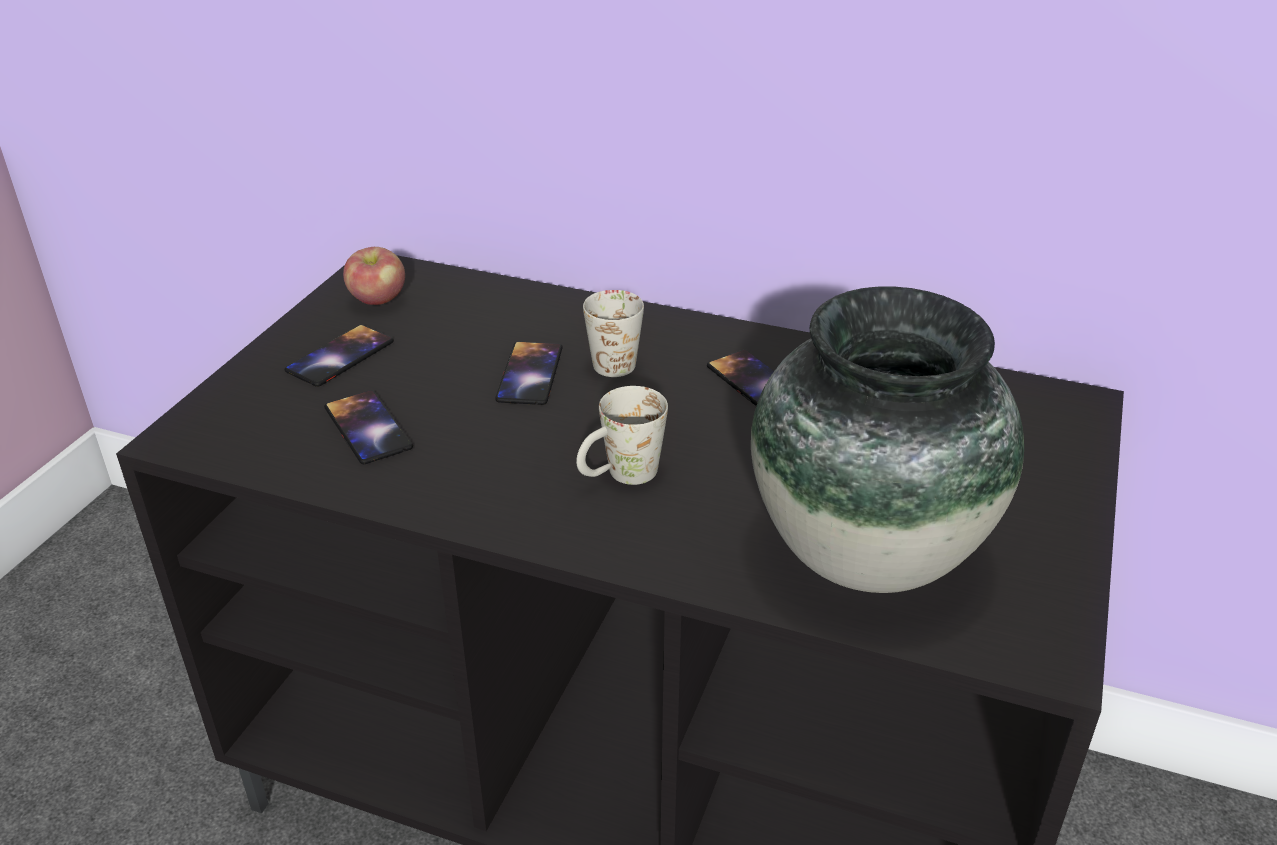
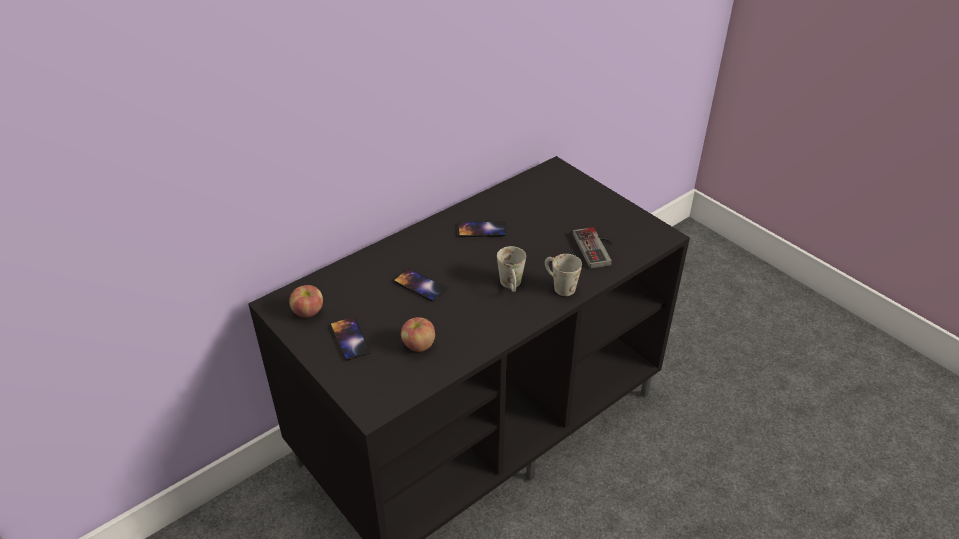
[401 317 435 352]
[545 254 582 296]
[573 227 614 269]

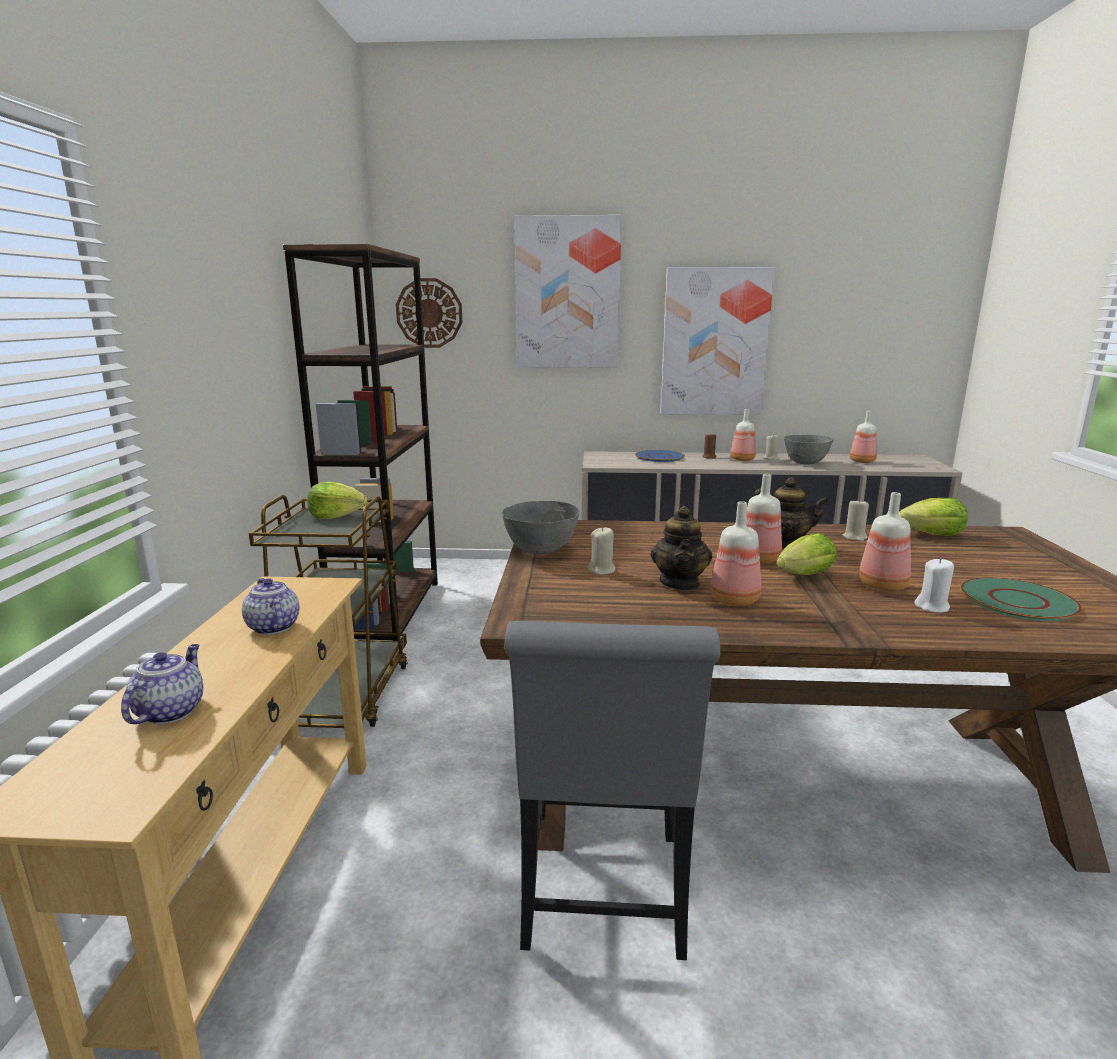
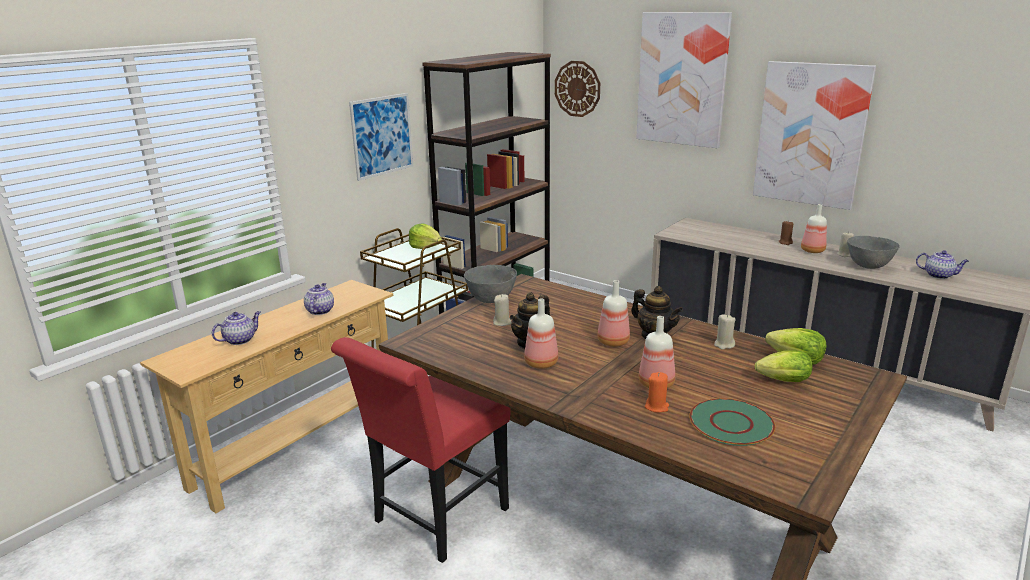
[331 337 511 563]
[349 93 413 181]
[645 372 669 413]
[755 351 813 382]
[916 251 969 279]
[635 450 685 462] (first image)

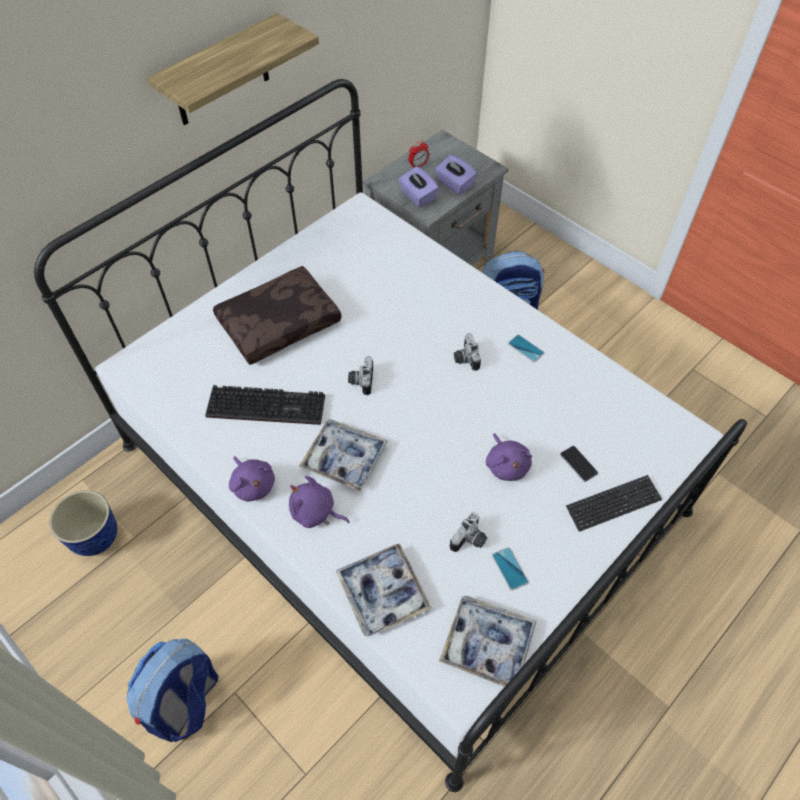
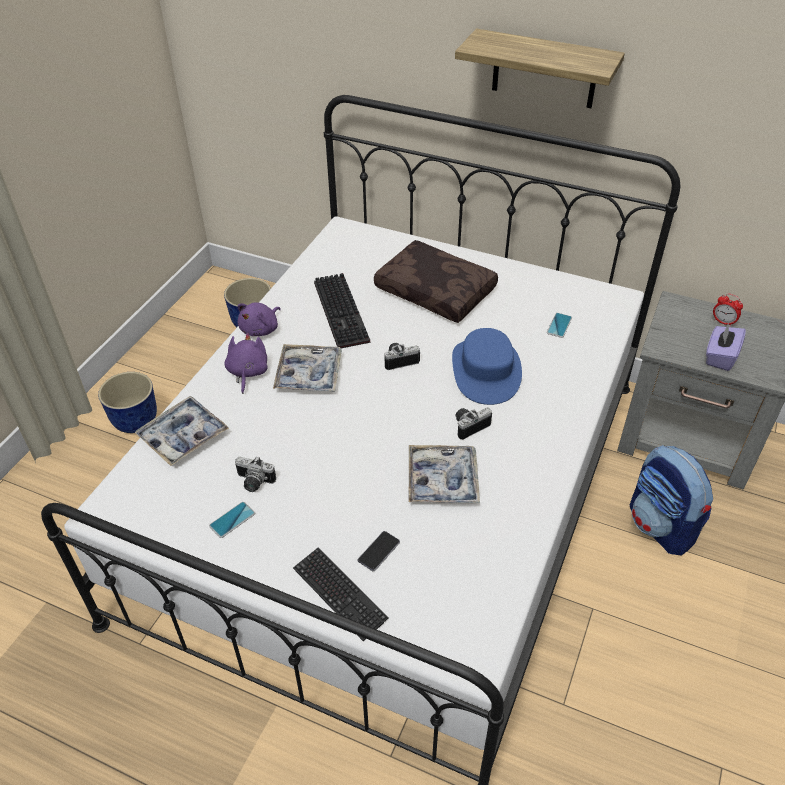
[98 372 157 433]
[409 445 480 503]
[452 328 522 405]
[547 313 572 338]
[398 166 439 208] (first image)
[486 433 532 481] (first image)

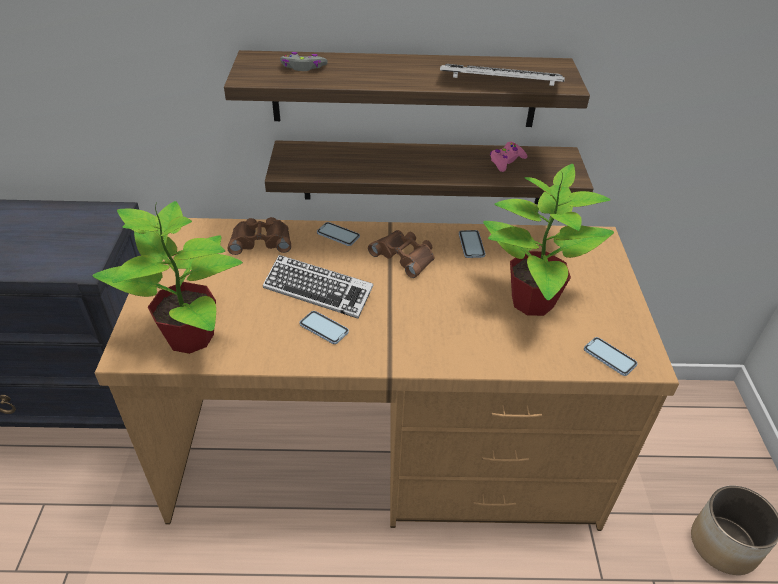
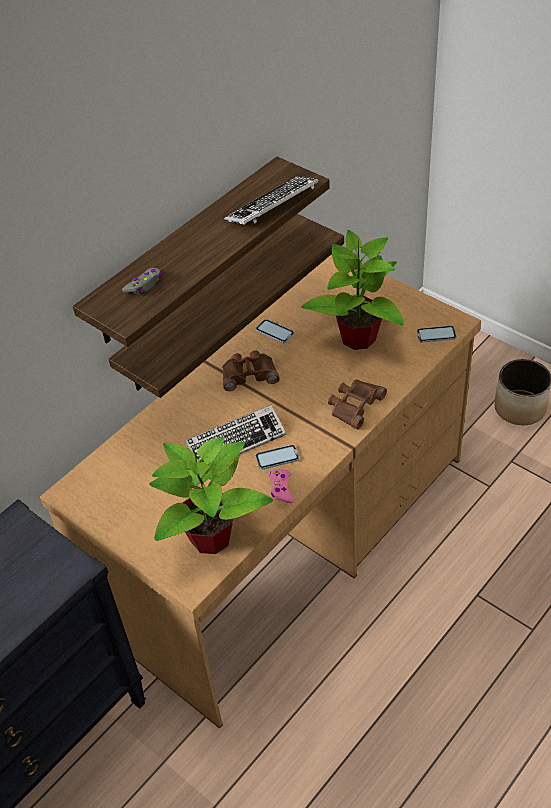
[270 469 294 503]
[328 379 387 429]
[317 222 360 246] (first image)

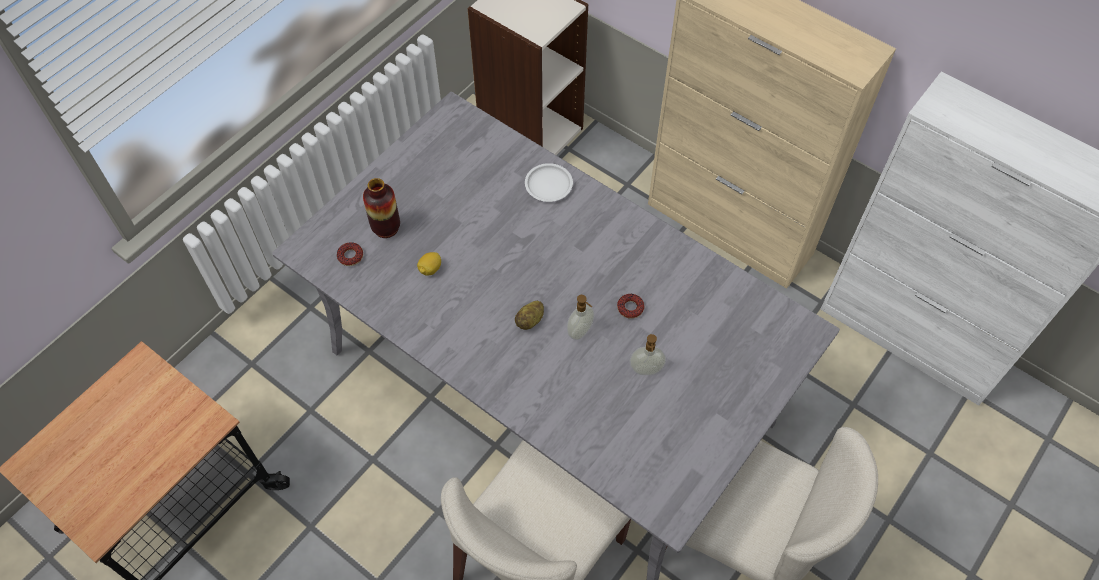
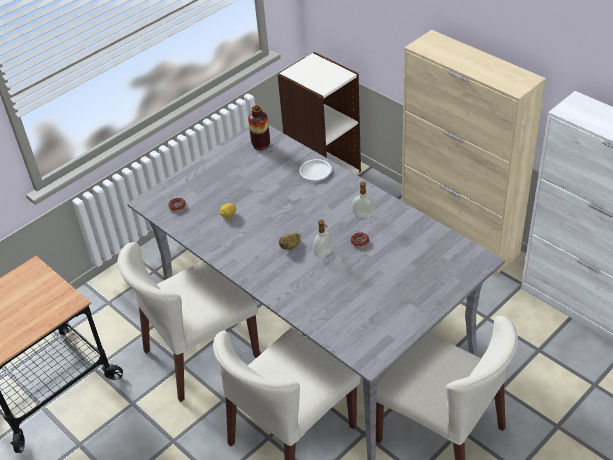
[118 242 260 402]
[248 105 270 150]
[352 182 375 218]

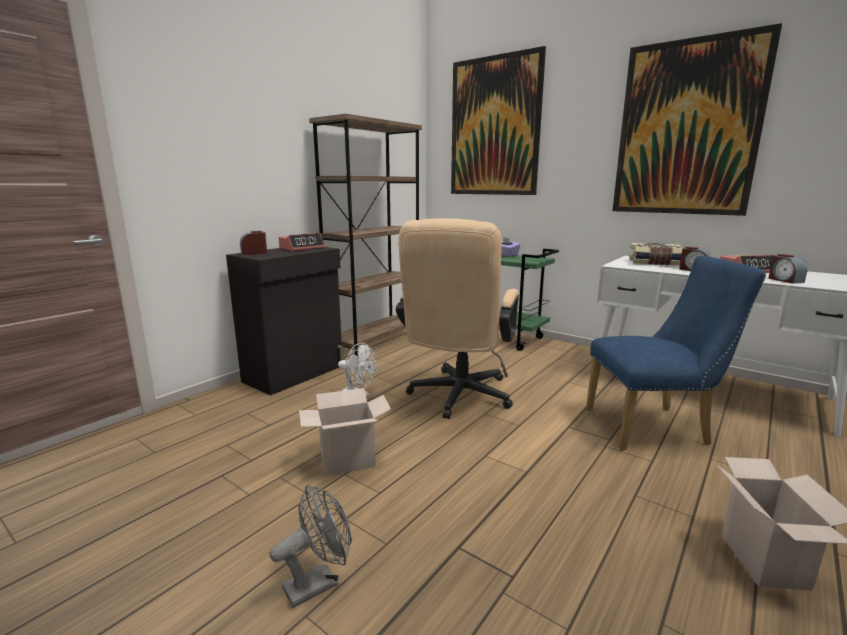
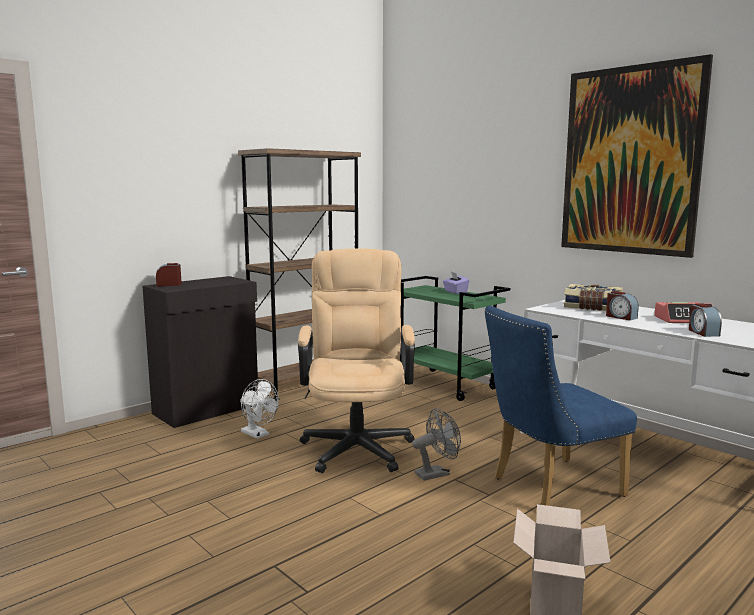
[298 248 415 473]
[412 408 461 481]
[484 306 637 506]
[279 233 325 251] (first image)
[299 388 391 476] (first image)
[451 46 546 195] (first image)

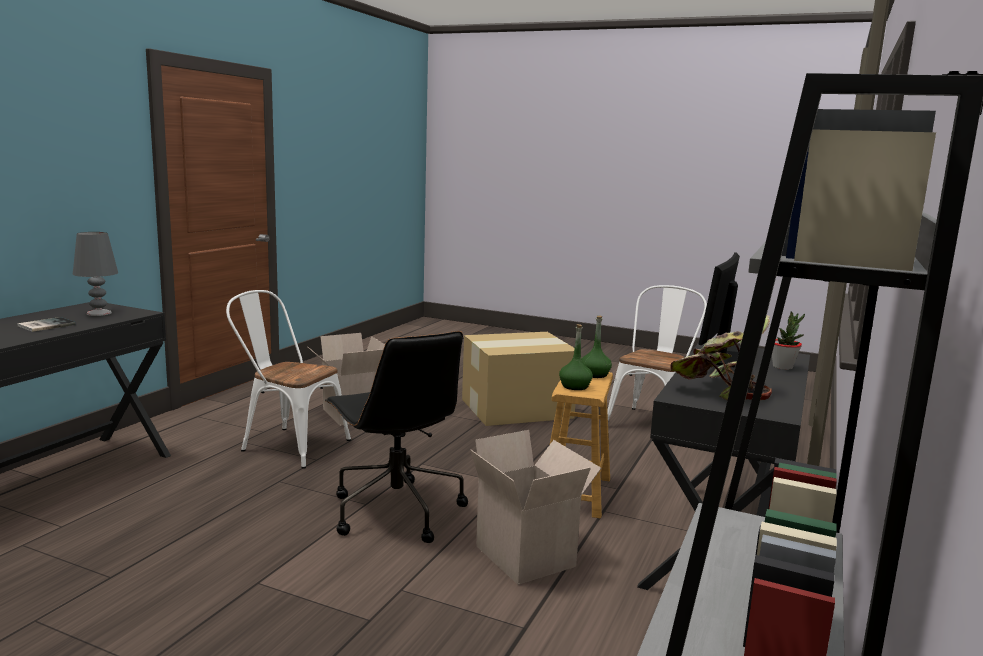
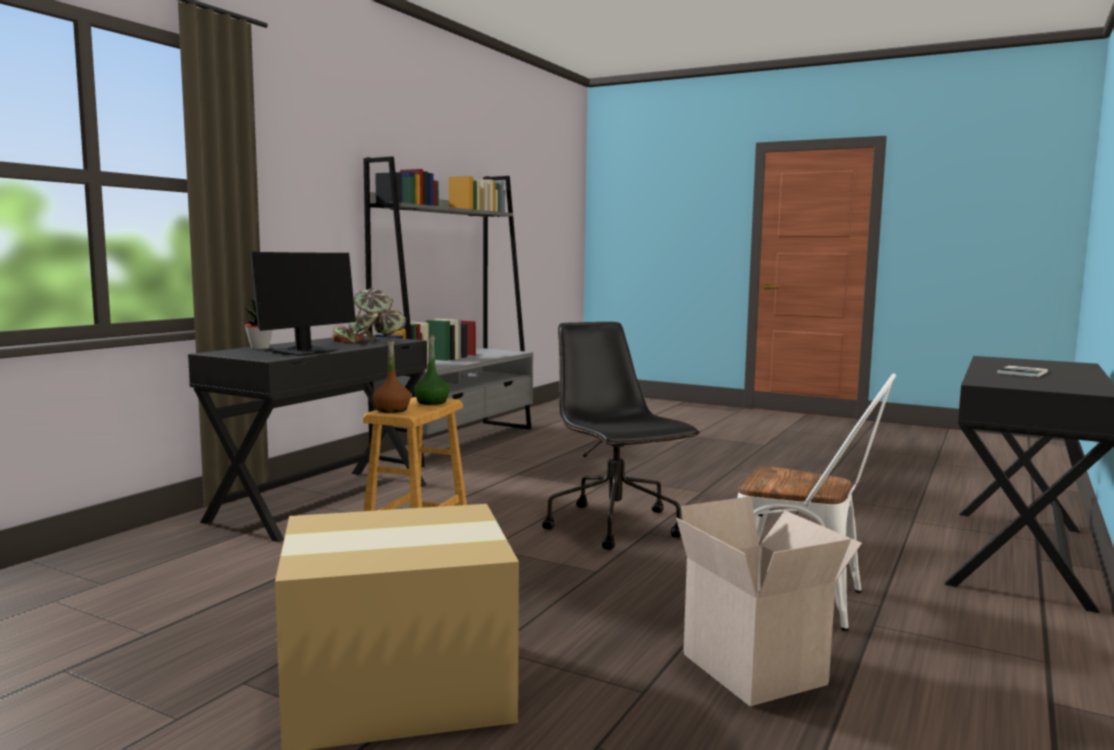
[372 339 411 413]
[73 232 118 316] (first image)
[471 430 601 585] (first image)
[607 285 707 421] (first image)

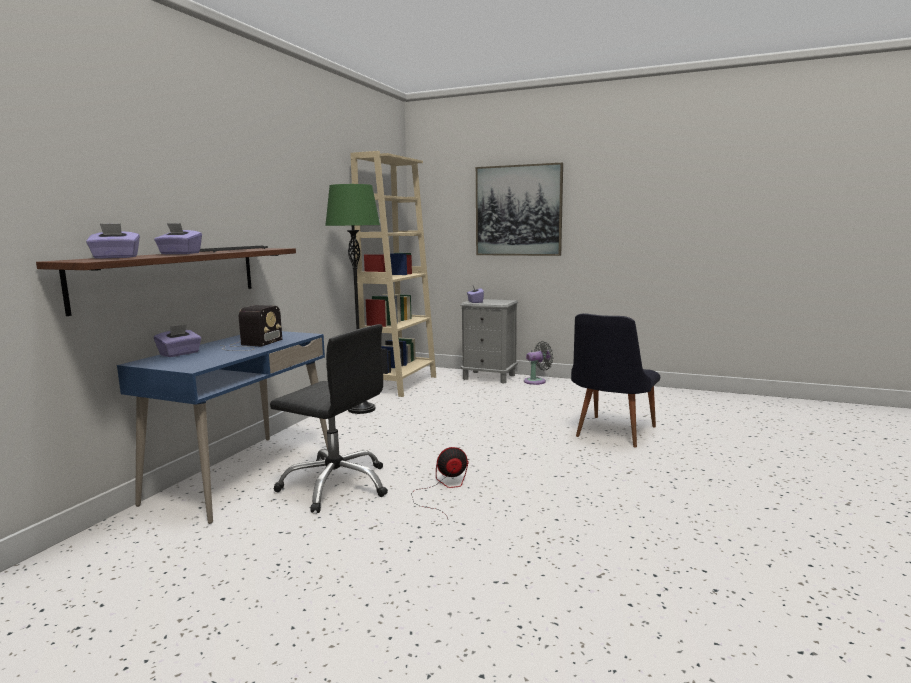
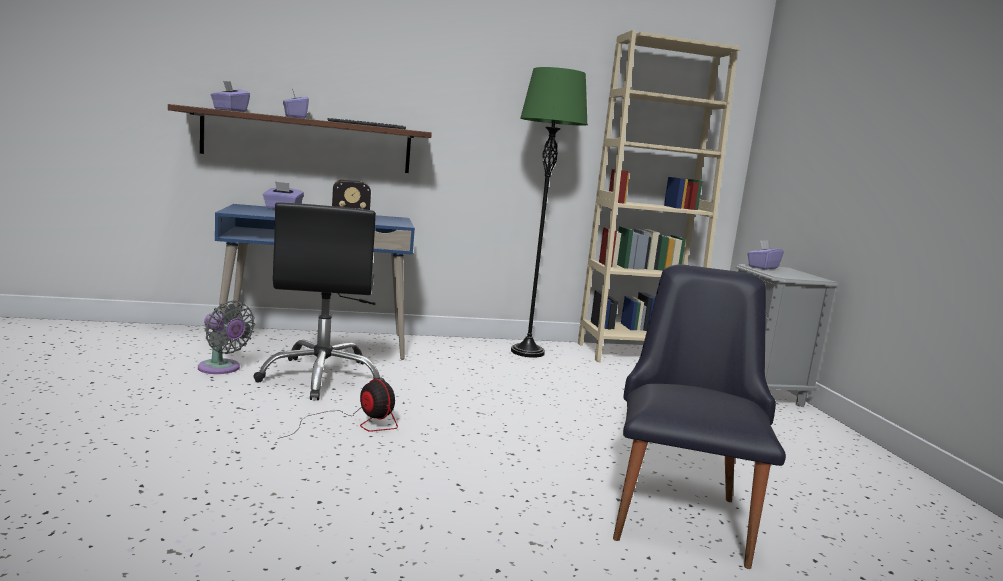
[198 300 255 374]
[613 264 786 569]
[476 163 563 256] (first image)

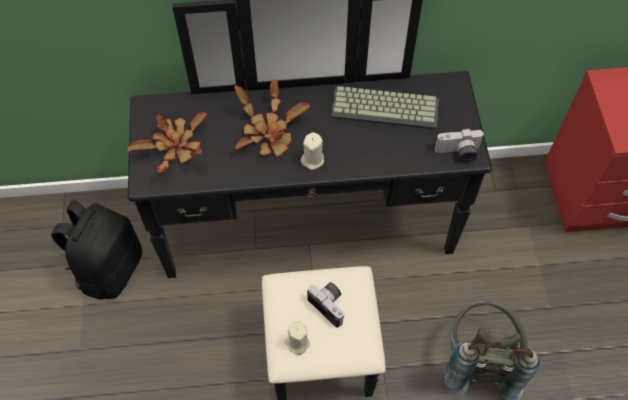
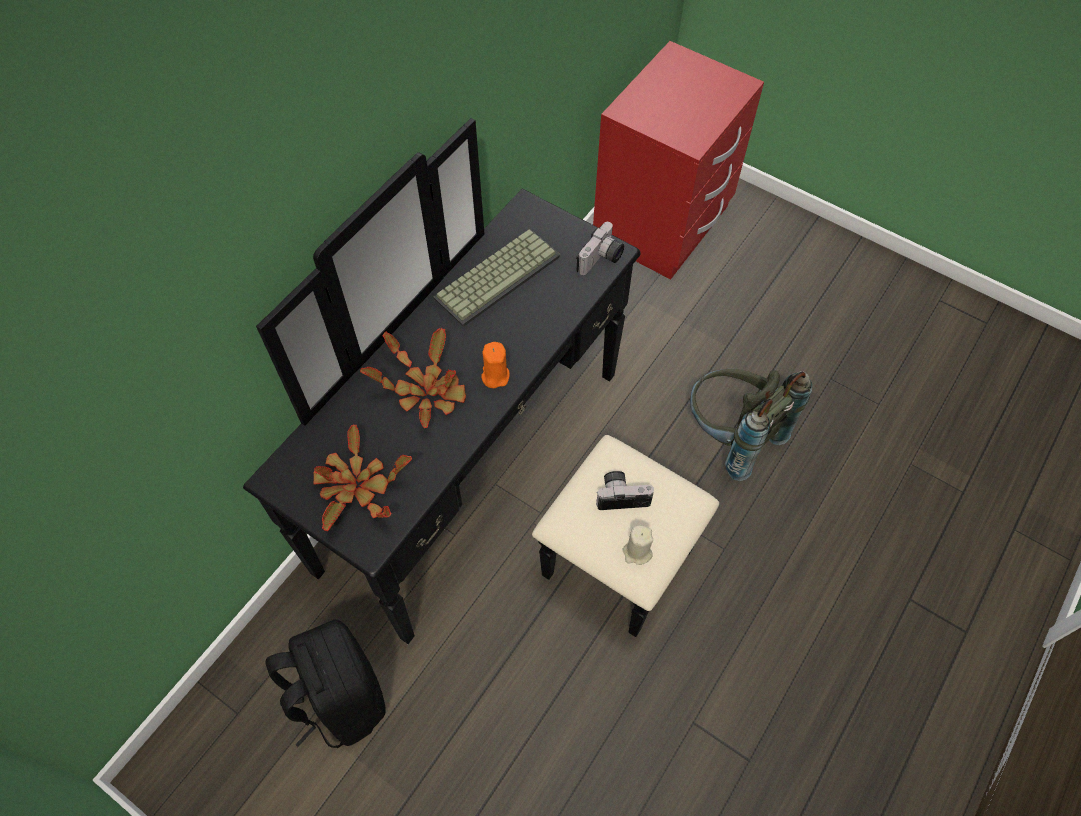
[481 342 510 388]

